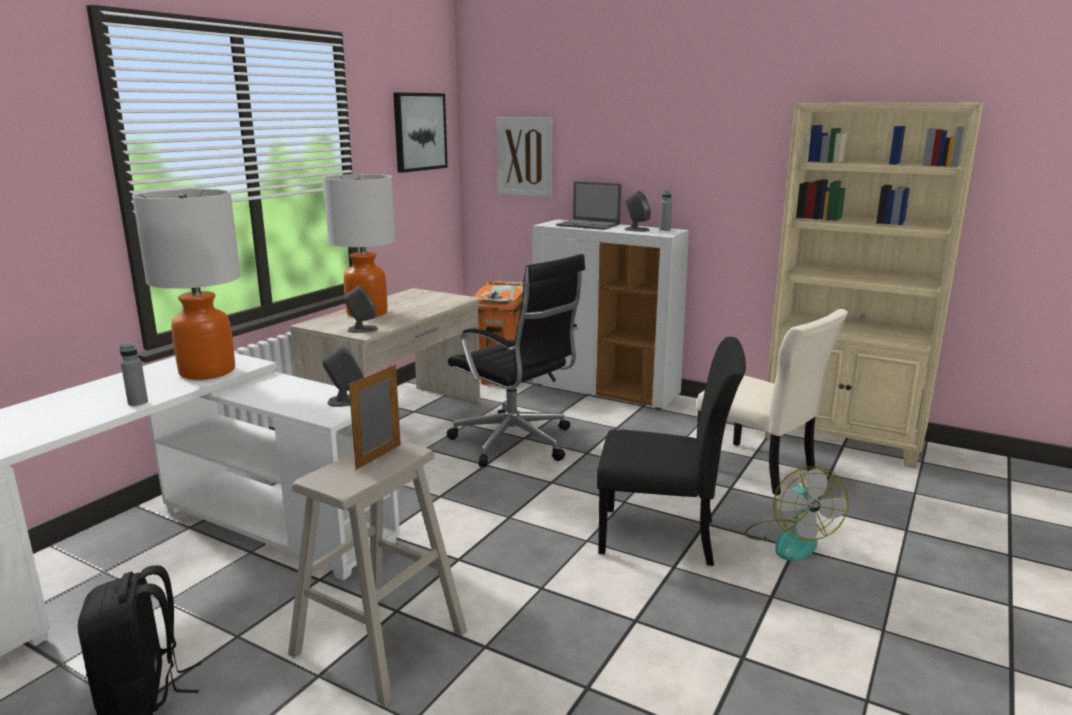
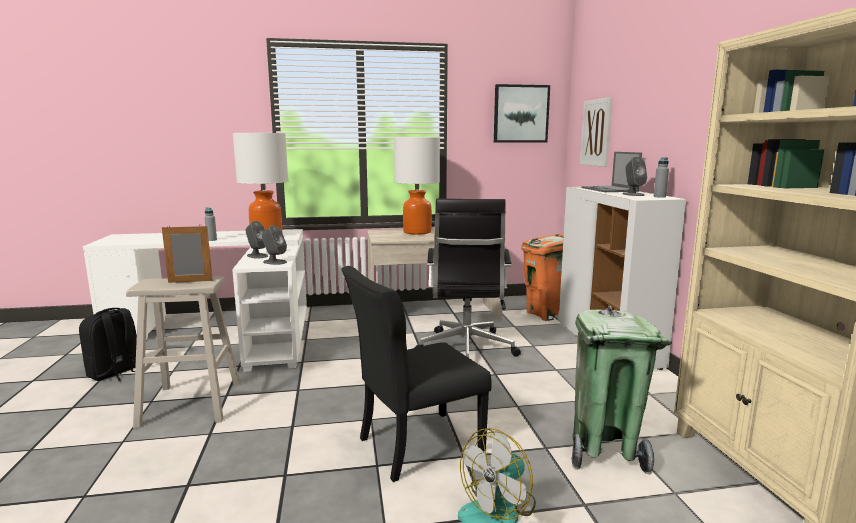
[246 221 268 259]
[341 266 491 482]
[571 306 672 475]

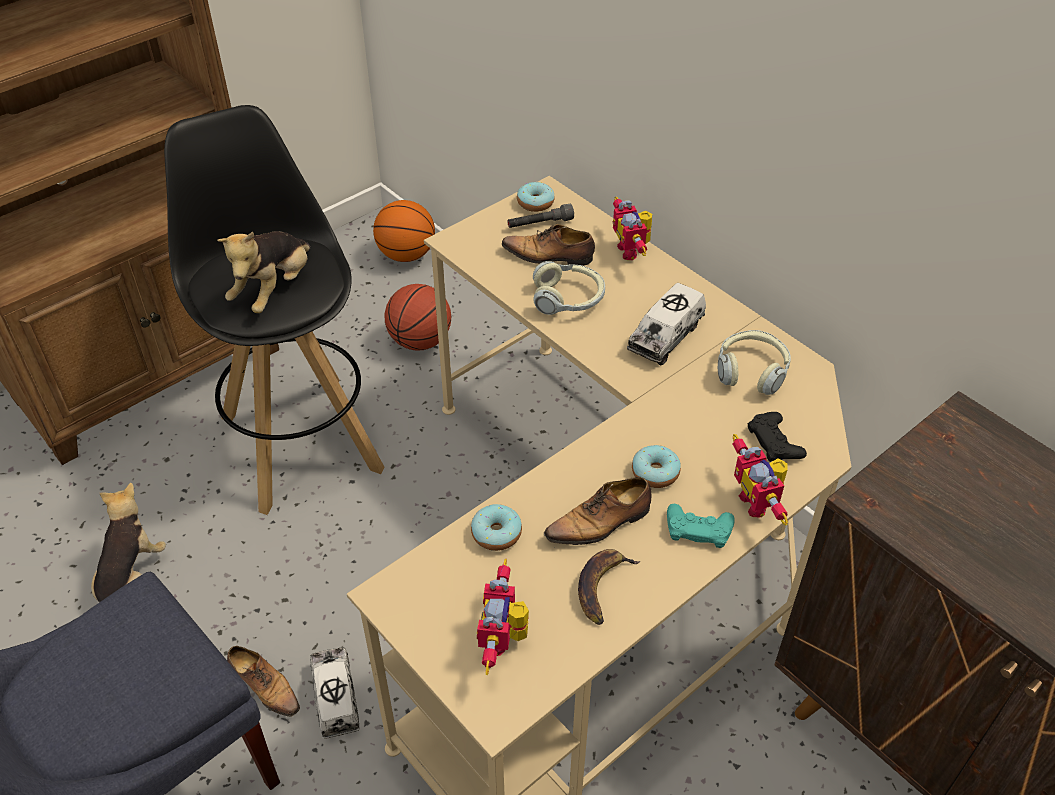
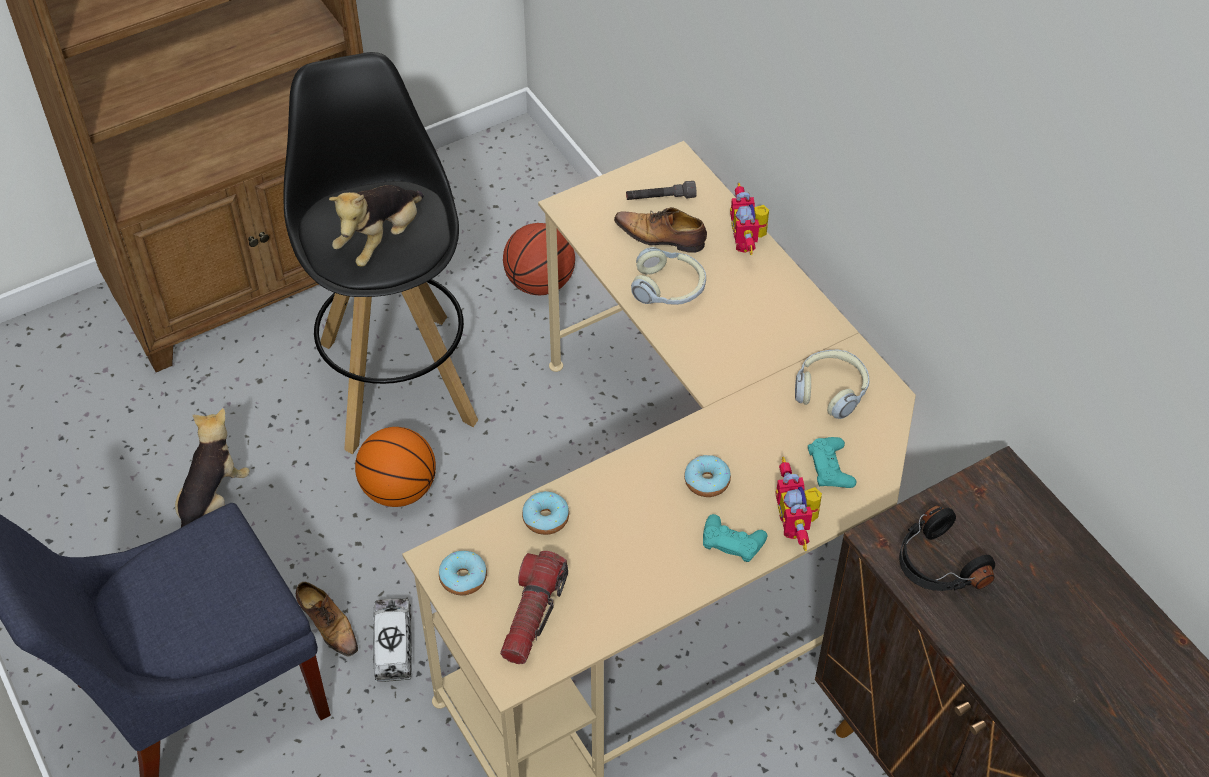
[355 427 436 507]
[439 551 487 595]
[500 551 568 664]
[808 437 856 488]
[899 505 995 591]
[544 477 651 545] (first image)
[578 549 641 625] (first image)
[627 283 706 365] (first image)

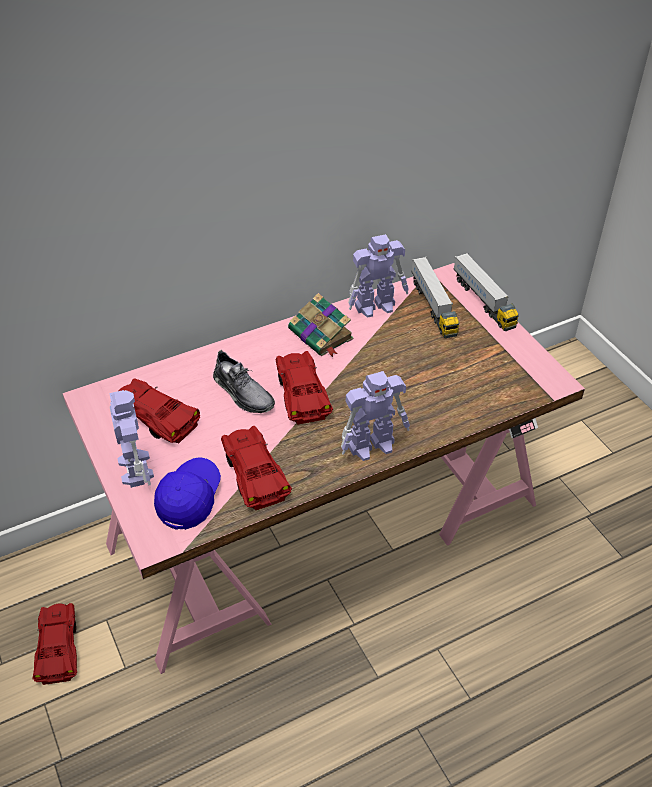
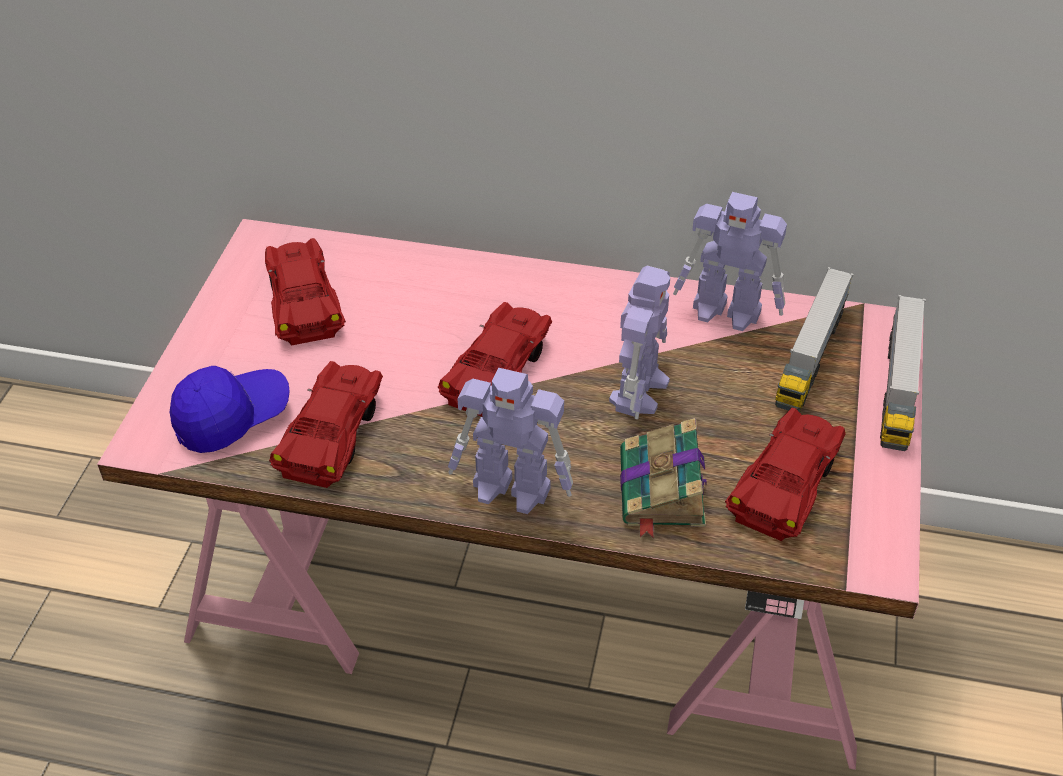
[609 266 670 419]
[620 418 707 538]
[725 408 846 541]
[213 350 275 413] (first image)

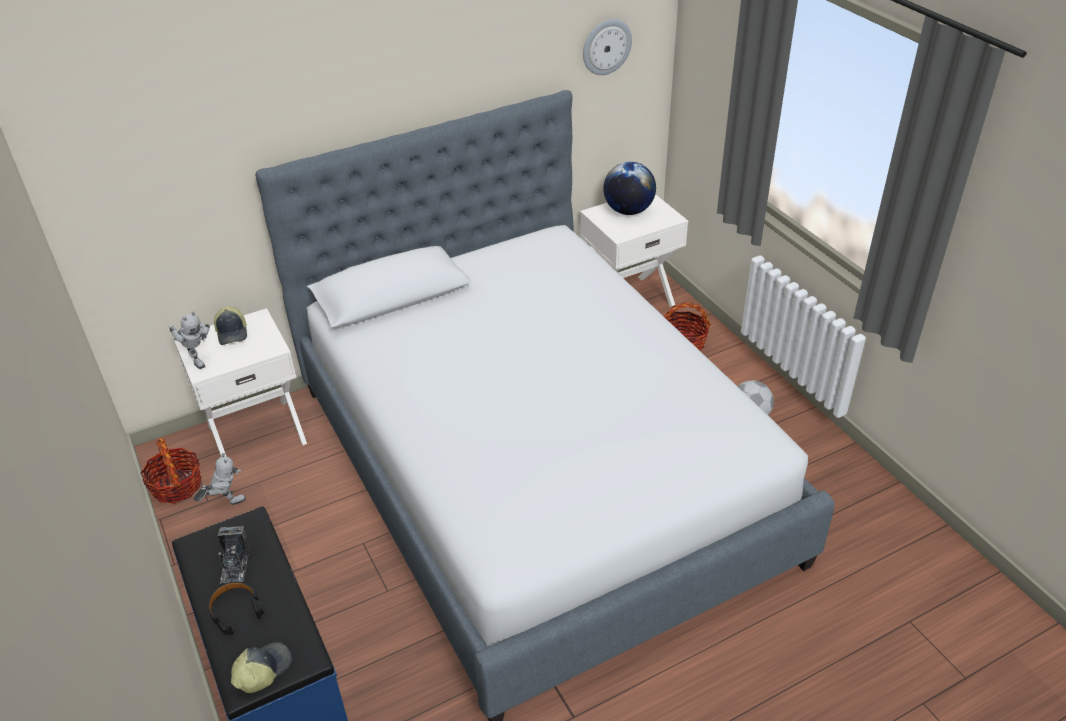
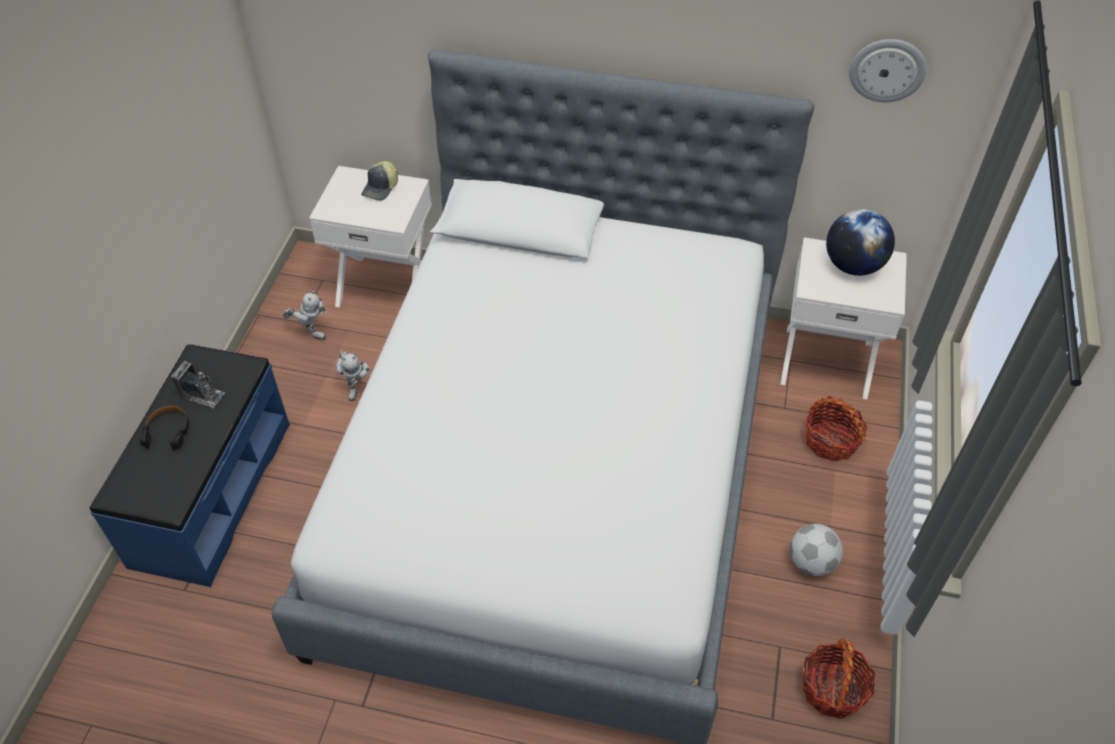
[171 361 225 408]
[335 350 371 401]
[802 638 875 719]
[231 642 292 693] (first image)

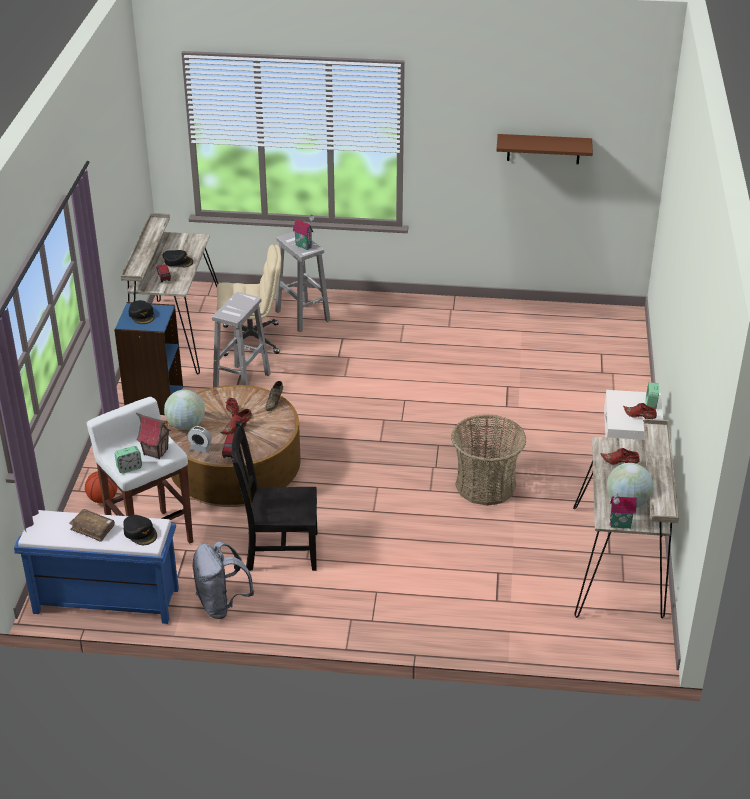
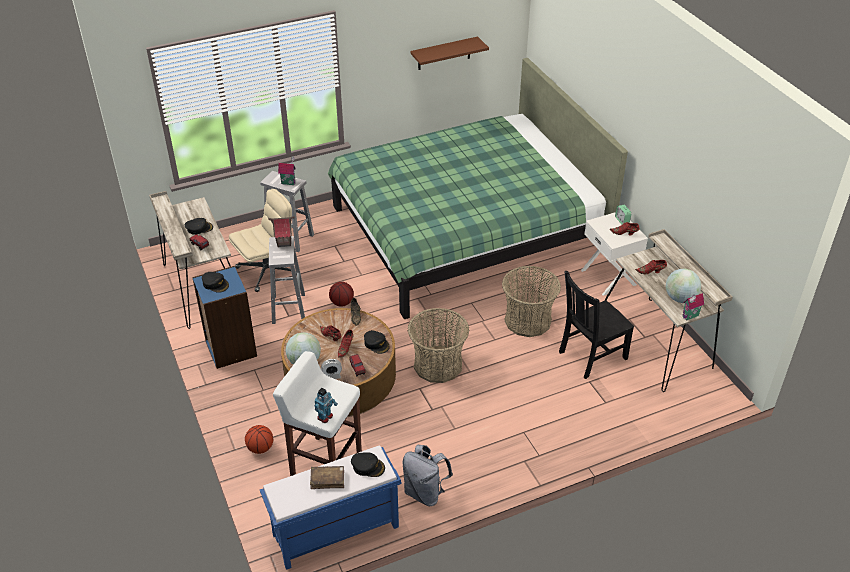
[268 216 294 248]
[314 388 338 423]
[328 58 628 319]
[329 282 354 307]
[364 330 390 354]
[408 308 469 383]
[559 271 634 379]

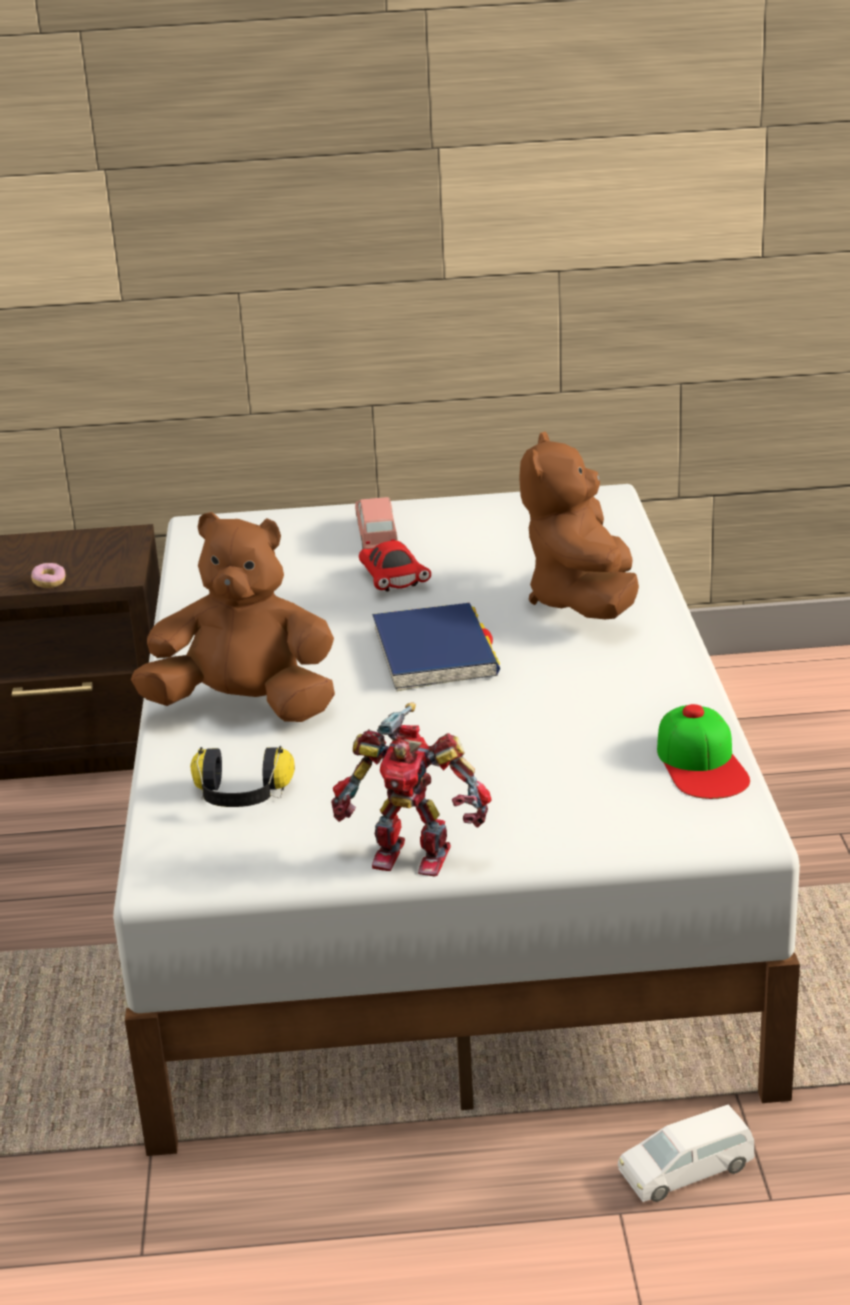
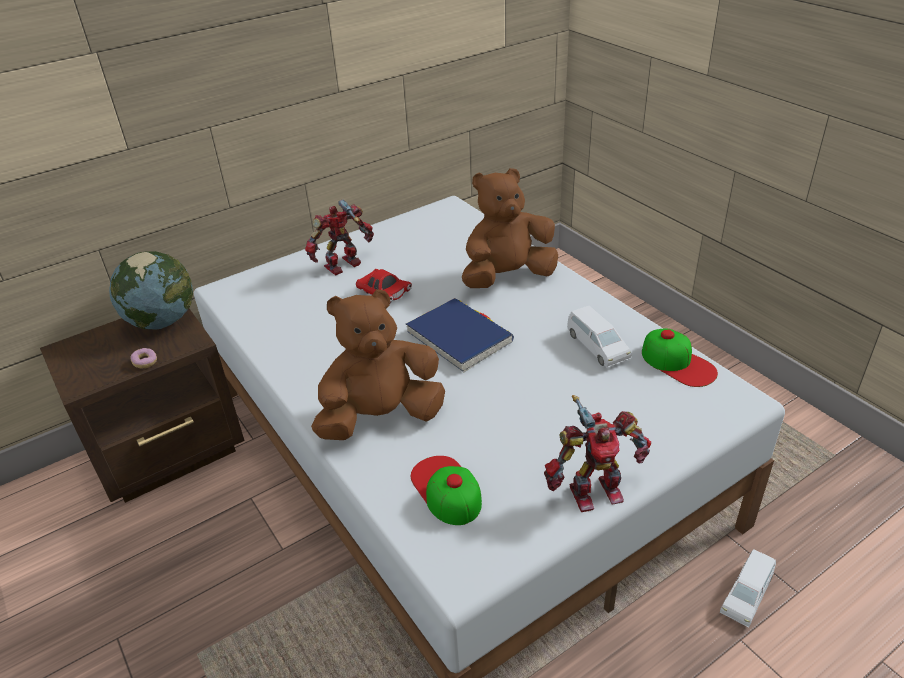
[109 251 193 330]
[305 199 374 276]
[411 456 482 525]
[462 168 558 288]
[567 306 631 368]

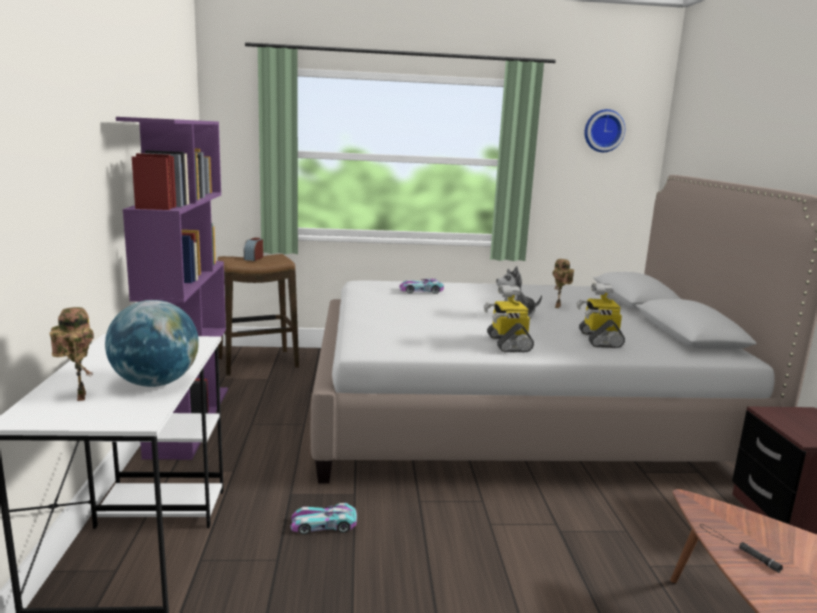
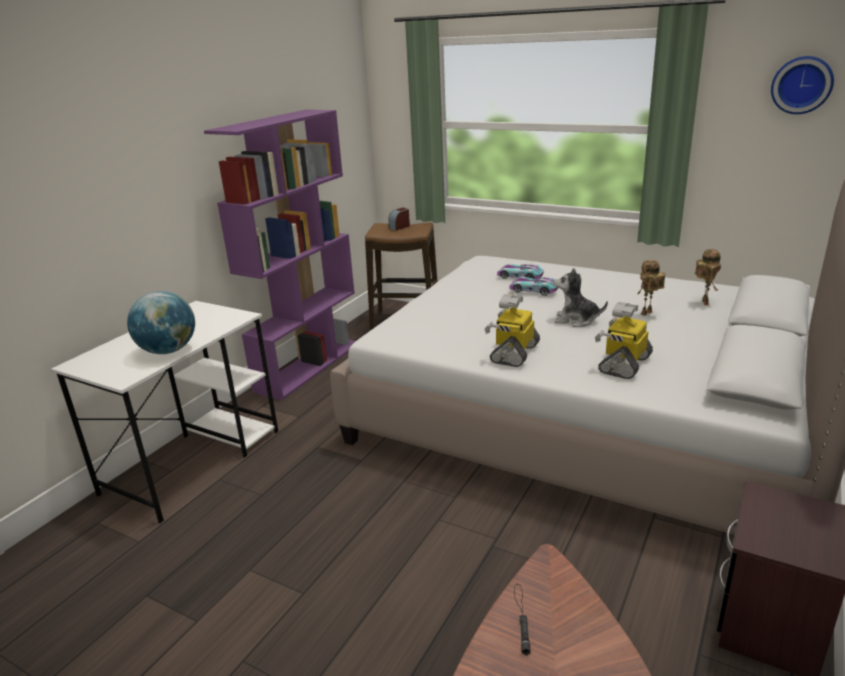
[510 277 558 296]
[695 249 721 305]

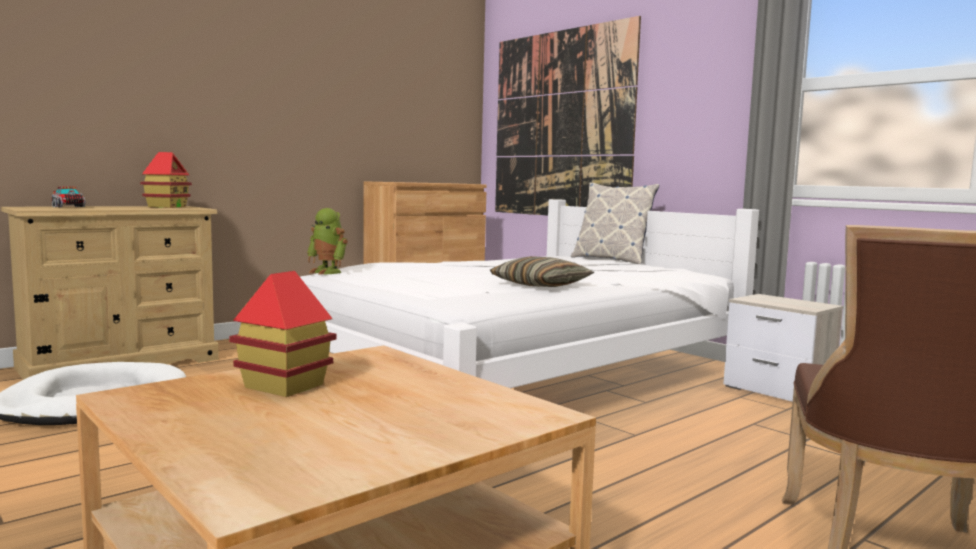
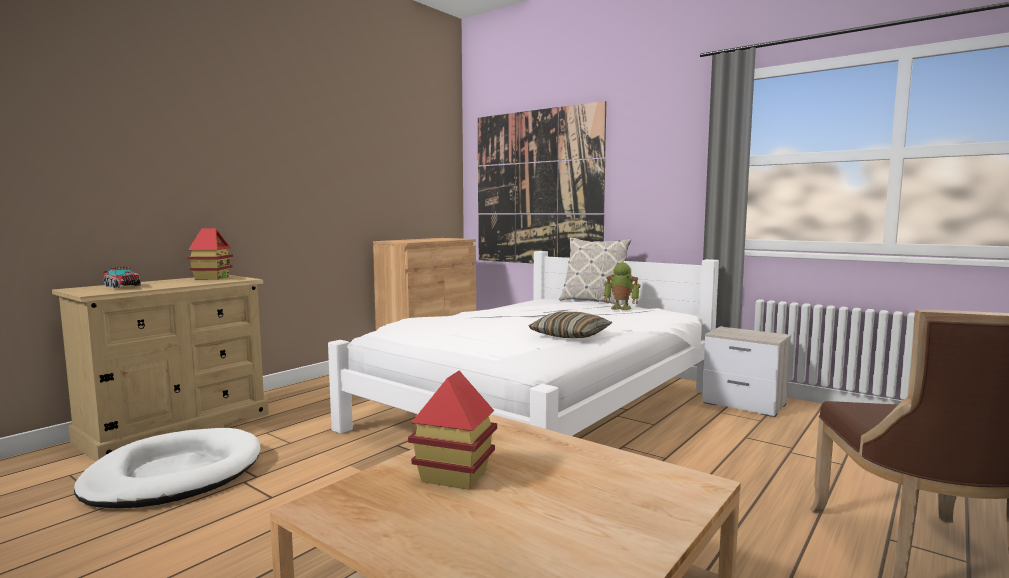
[604 263 641 310]

